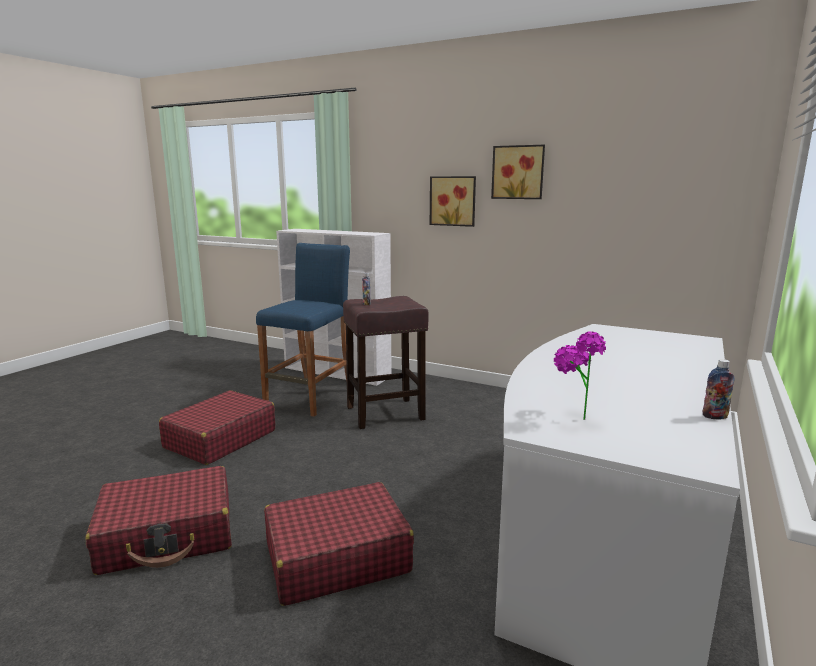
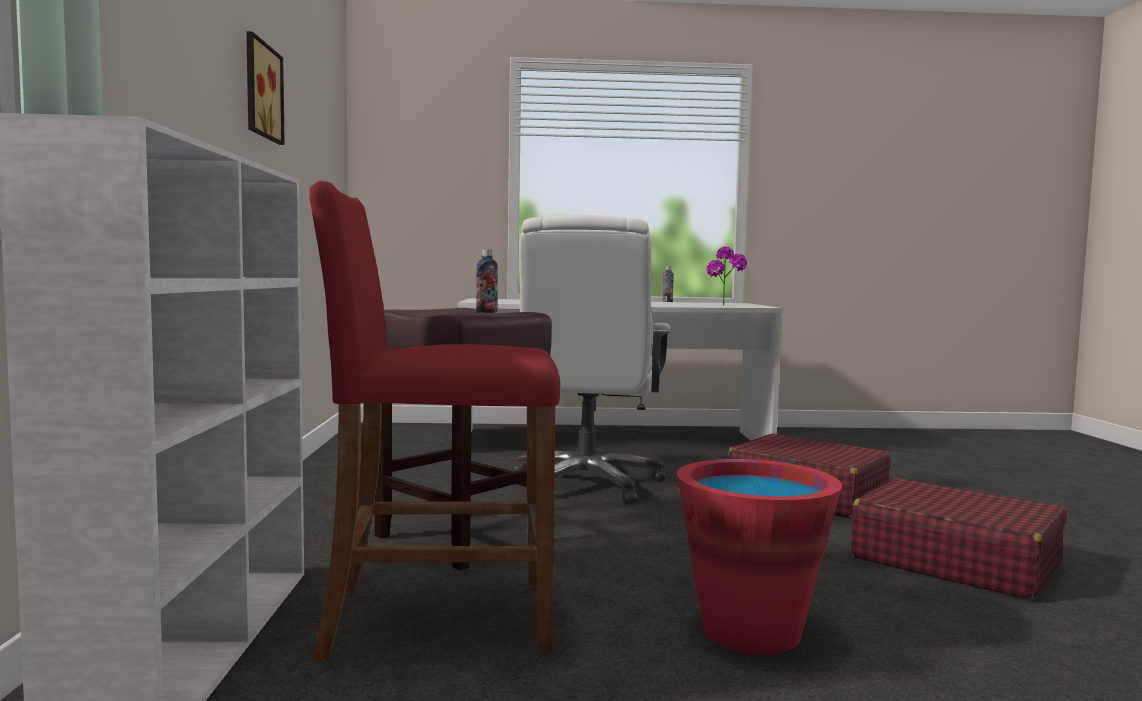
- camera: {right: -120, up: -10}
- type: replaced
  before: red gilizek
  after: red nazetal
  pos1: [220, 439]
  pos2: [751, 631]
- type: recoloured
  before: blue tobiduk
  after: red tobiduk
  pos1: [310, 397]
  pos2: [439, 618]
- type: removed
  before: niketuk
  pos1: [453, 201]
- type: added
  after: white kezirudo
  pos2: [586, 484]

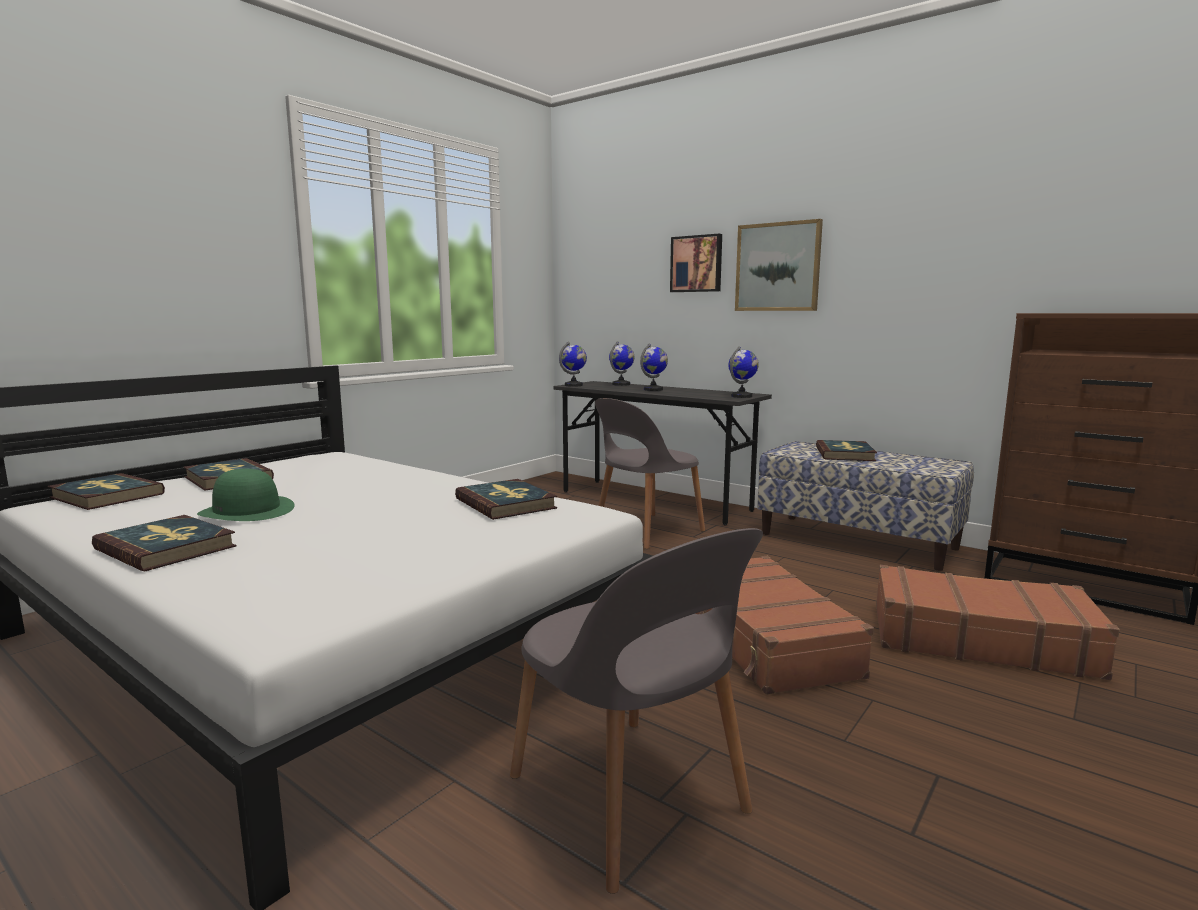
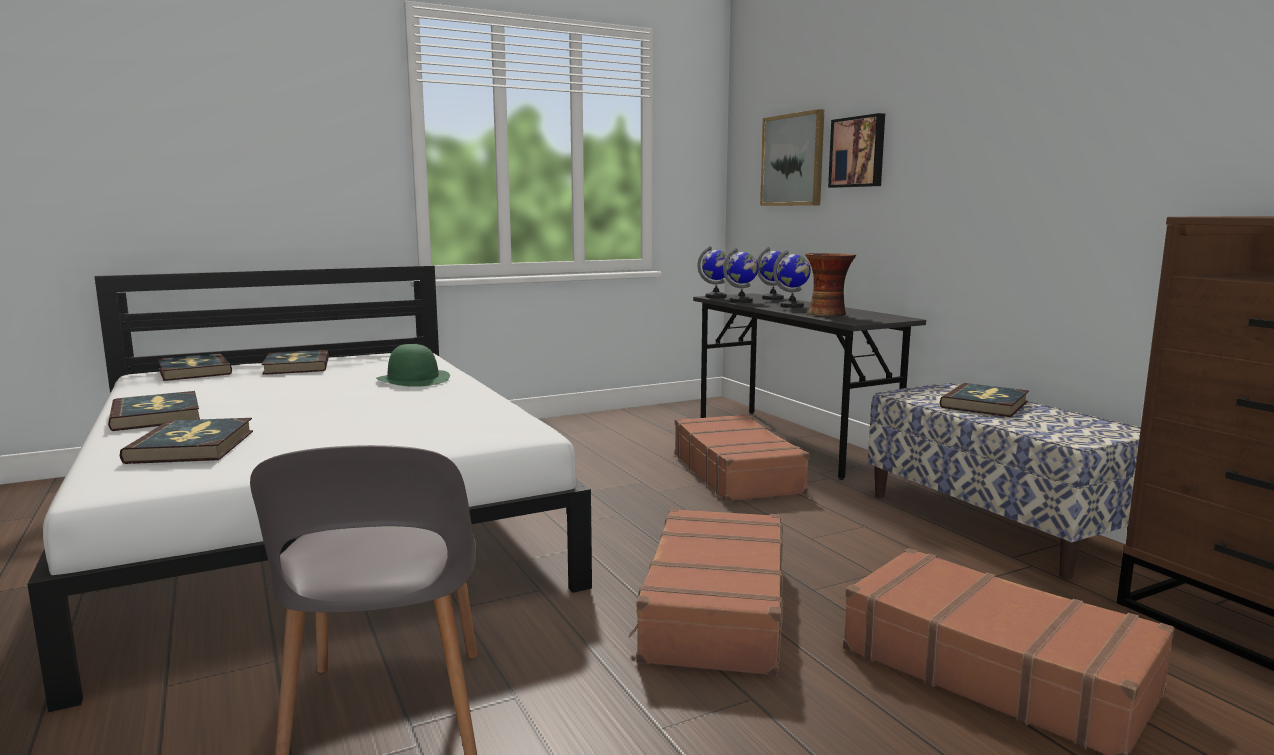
- camera: {right: 25, up: 0}
- type: moved
  before: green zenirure
  pos1: [247, 510]
  pos2: [413, 379]
- type: moved
  before: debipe
  pos1: [506, 503]
  pos2: [193, 446]
- type: replaced
  before: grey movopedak
  after: brown gilizek
  pos1: [646, 531]
  pos2: [737, 473]
- type: moved
  before: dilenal
  pos1: [741, 396]
  pos2: [741, 301]
- type: moved
  before: niketuk
  pos1: [778, 267]
  pos2: [793, 160]
- type: added
  after: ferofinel
  pos2: [827, 314]

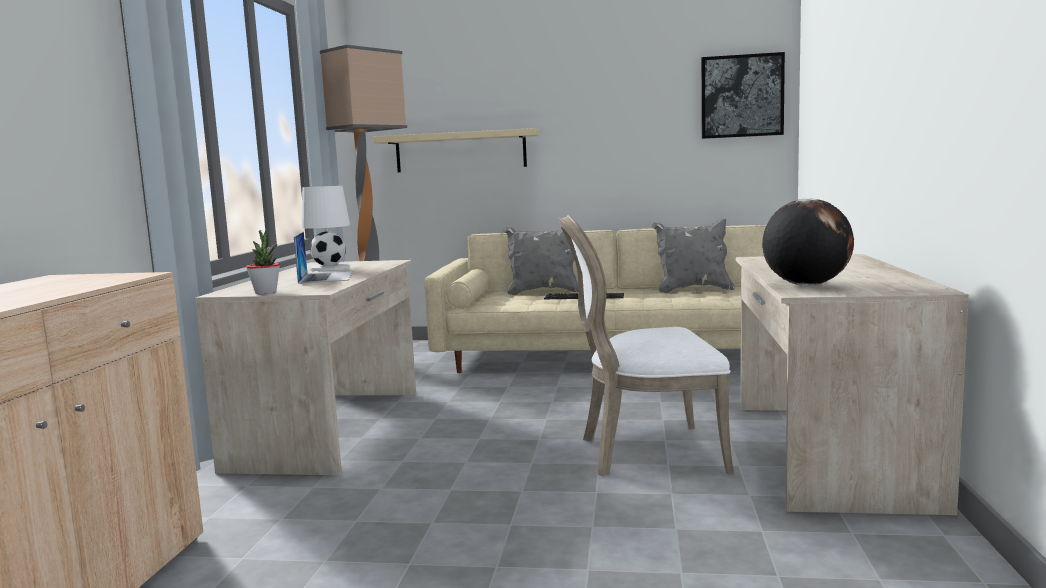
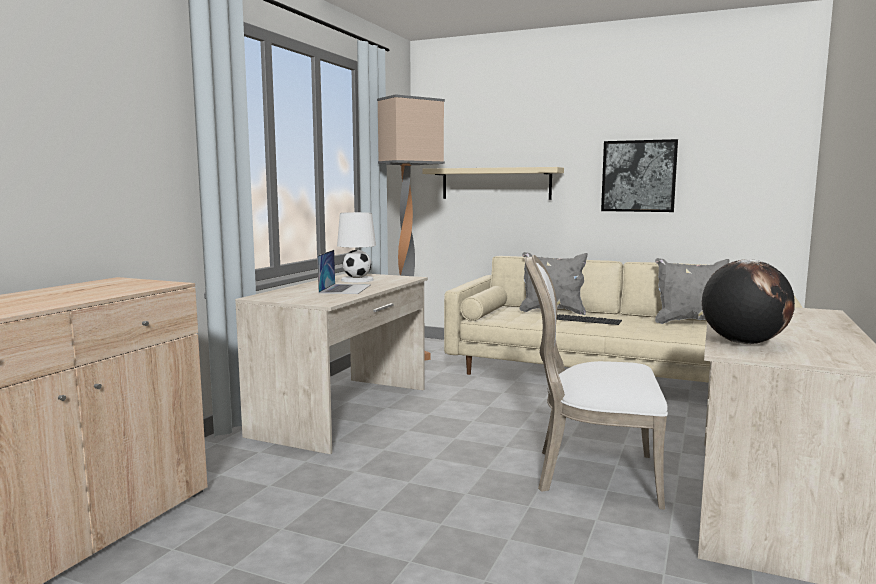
- camera: {right: 15, up: 0}
- type: removed
  before: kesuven
  pos1: [266, 292]
- type: moved
  before: niketuk
  pos1: [741, 96]
  pos2: [638, 176]

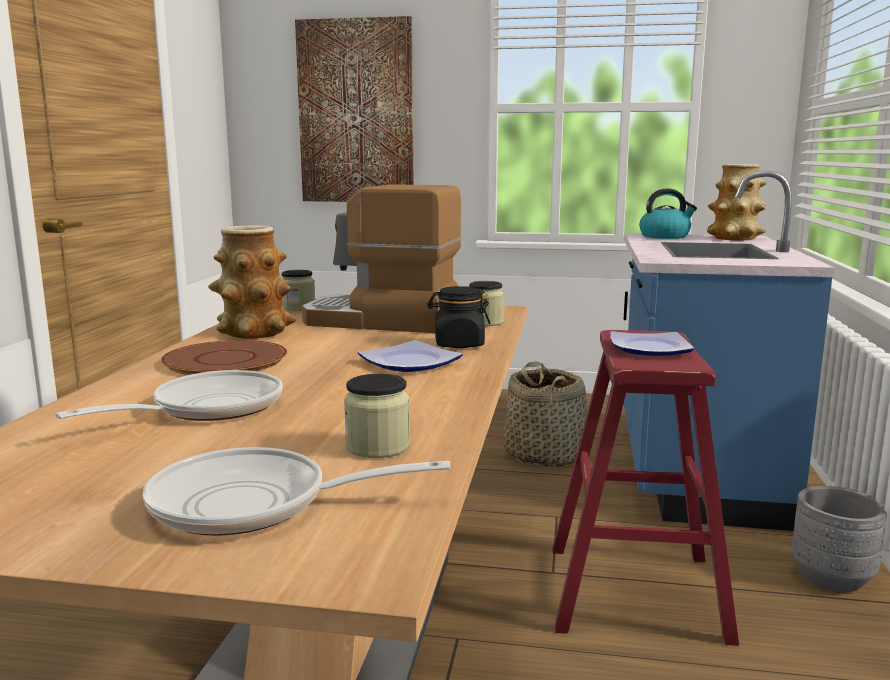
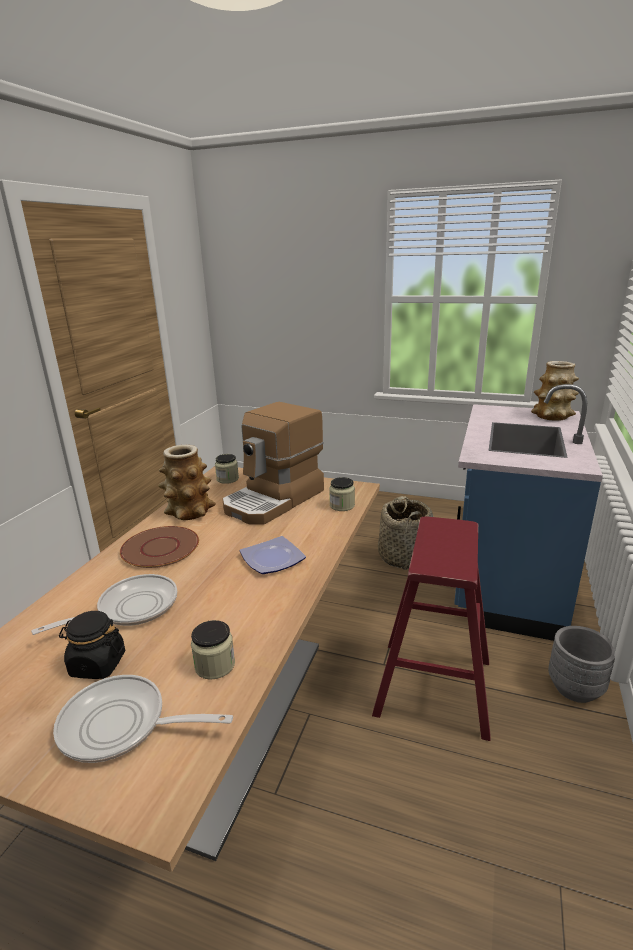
- camera: {right: 10, up: 10}
- type: removed
  before: niketuk
  pos1: [356, 112]
- type: turned
  before: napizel
  pos1: [382, 321]
  pos2: [274, 500]
  turn: -75
- type: moved
  before: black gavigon
  pos1: [458, 344]
  pos2: [97, 664]
- type: removed
  before: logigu
  pos1: [648, 349]
- type: removed
  before: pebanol
  pos1: [665, 236]

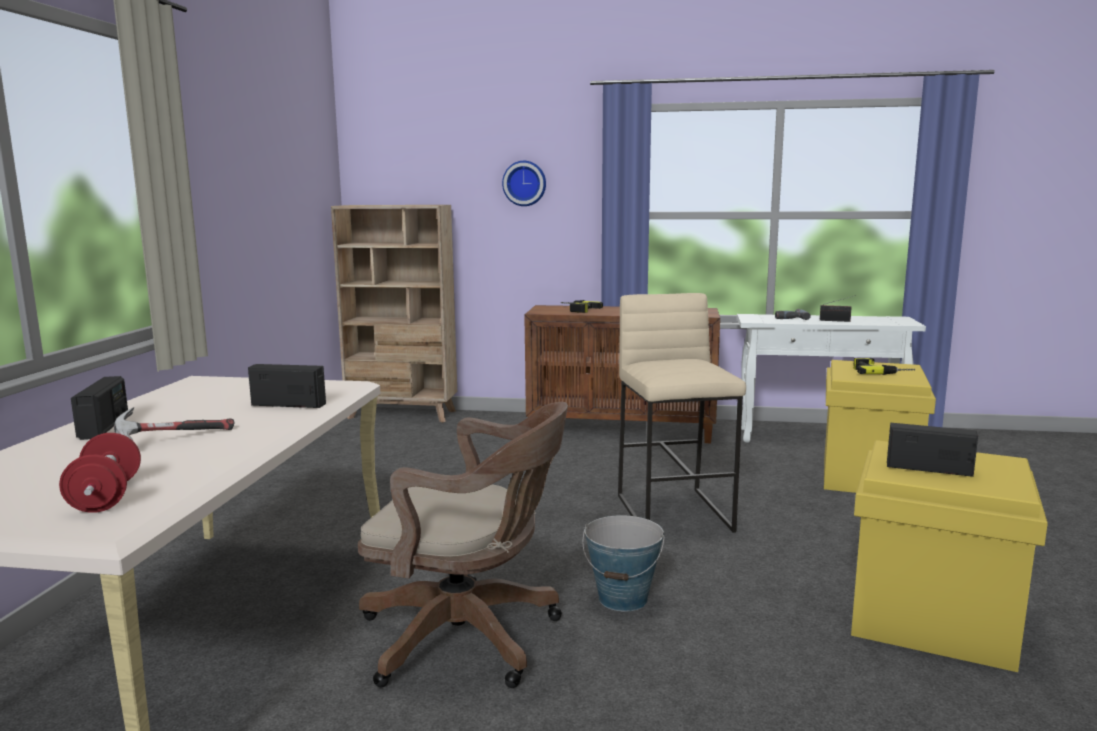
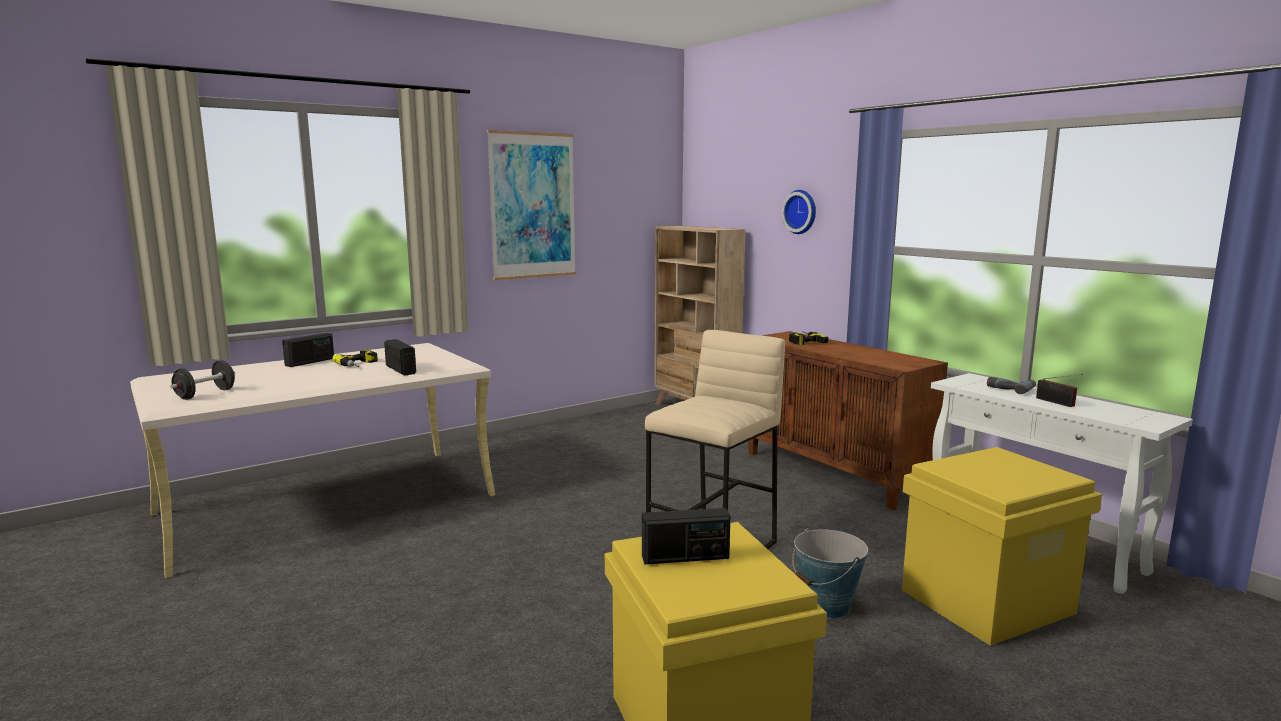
- camera: {right: 45, up: 0}
- type: recoloured
  before: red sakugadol
  after: black sakugadol
  pos1: [106, 497]
  pos2: [205, 394]
- type: removed
  before: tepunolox
  pos1: [173, 440]
- type: removed
  before: brown kezirudo
  pos1: [470, 638]
- type: moved
  before: nazetal
  pos1: [623, 599]
  pos2: [827, 606]
- type: moved
  before: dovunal
  pos1: [880, 371]
  pos2: [360, 365]
- type: turned
  before: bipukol
  pos1: [928, 469]
  pos2: [685, 557]
  turn: 105
- type: added
  after: niketuk
  pos2: [532, 206]

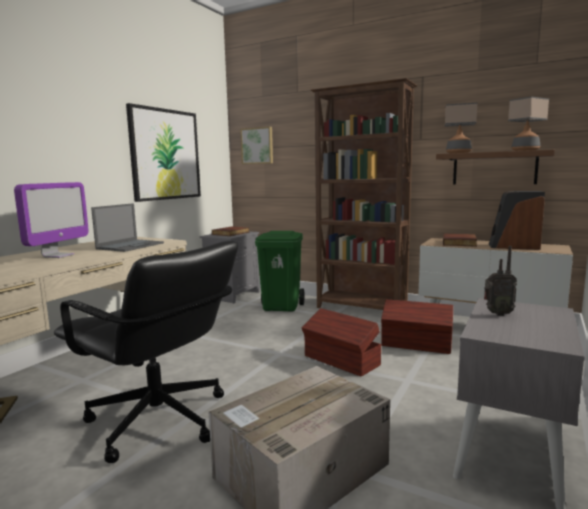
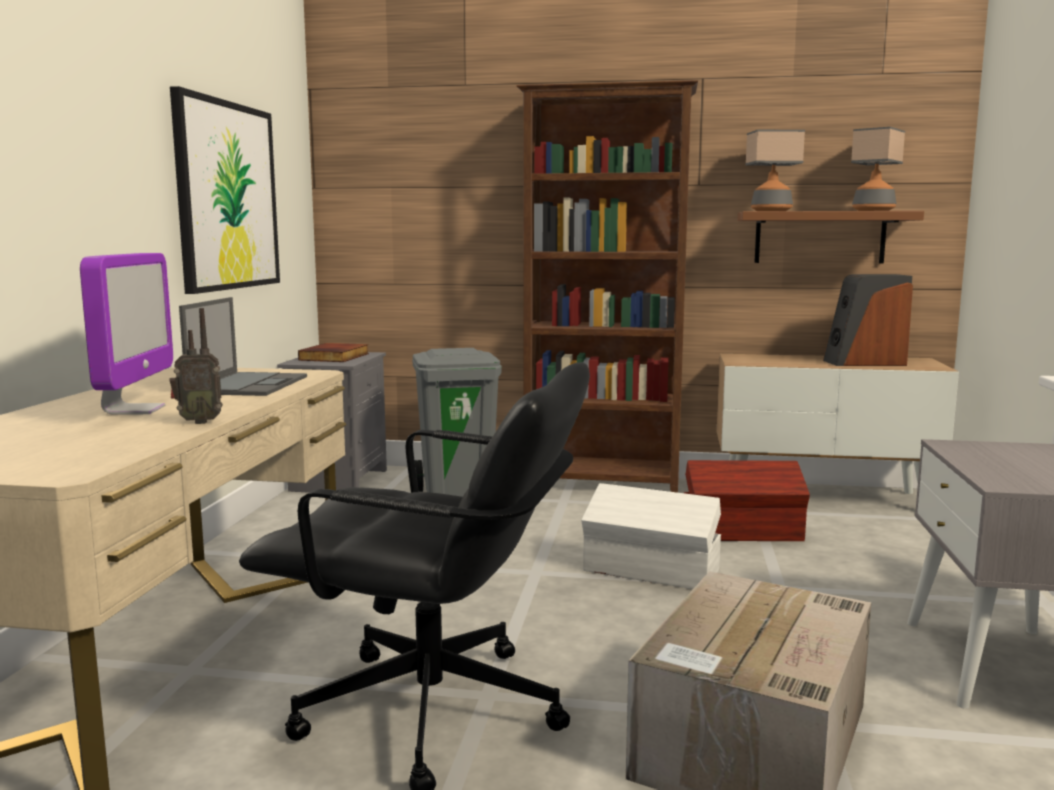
- camera: {right: -20, up: 0}
- type: removed
  before: niketuk
  pos1: [257, 146]
- type: recoloured
  before: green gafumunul
  after: grey gafumunul
  pos1: [282, 307]
  pos2: [458, 494]
- type: recoloured
  before: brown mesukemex
  after: white mesukemex
  pos1: [341, 361]
  pos2: [651, 571]
- type: removed
  before: debipe
  pos1: [460, 242]
- type: moved
  before: bipukol
  pos1: [497, 314]
  pos2: [199, 422]

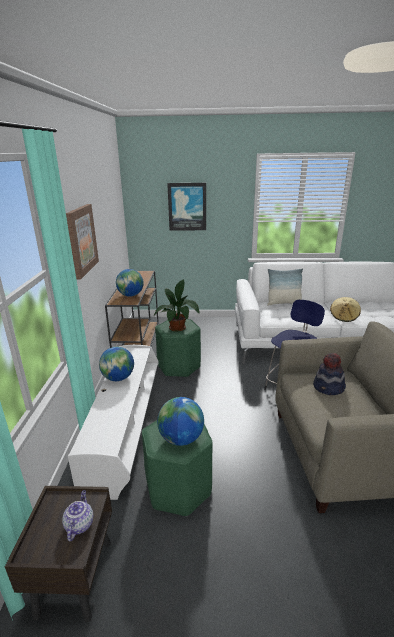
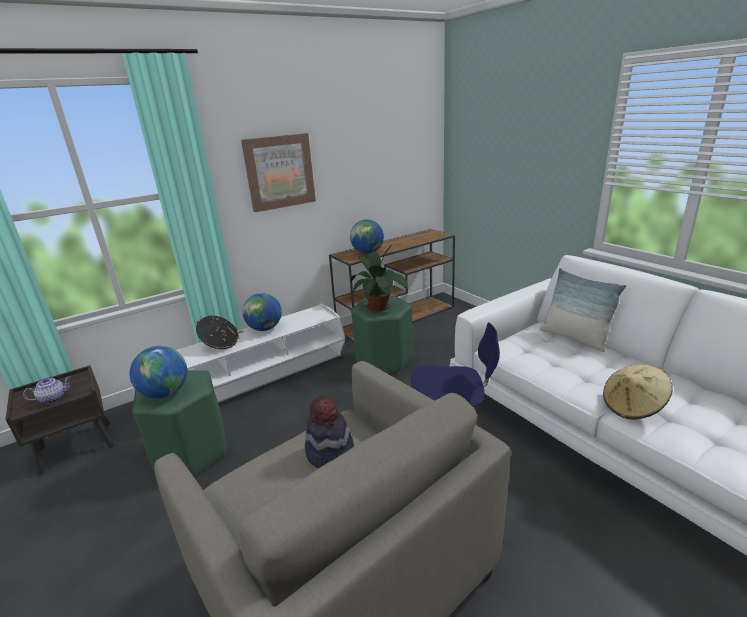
- camera: {right: 55, up: 0}
- type: removed
  before: niketuk
  pos1: [187, 207]
- type: added
  after: black zenirure
  pos2: [220, 343]

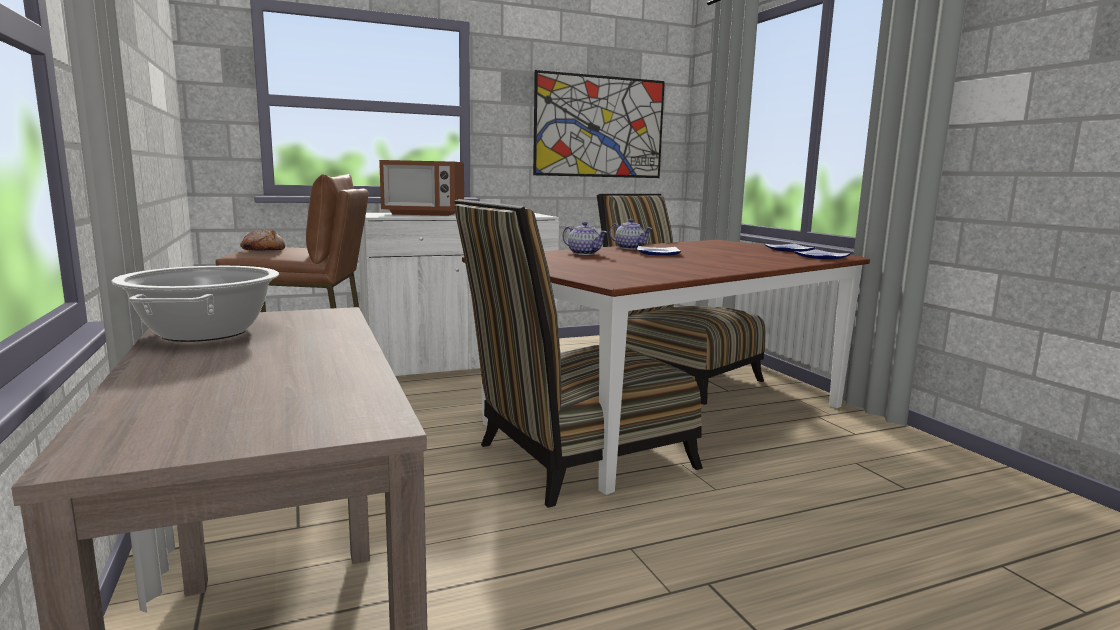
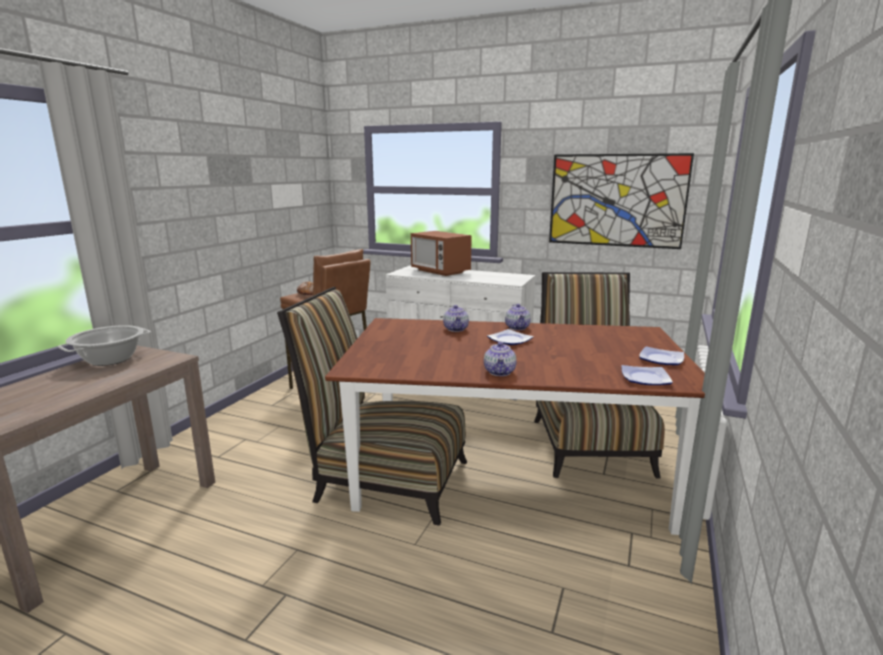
- camera: {right: 45, up: 5}
- type: added
  after: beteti
  pos2: [500, 372]

